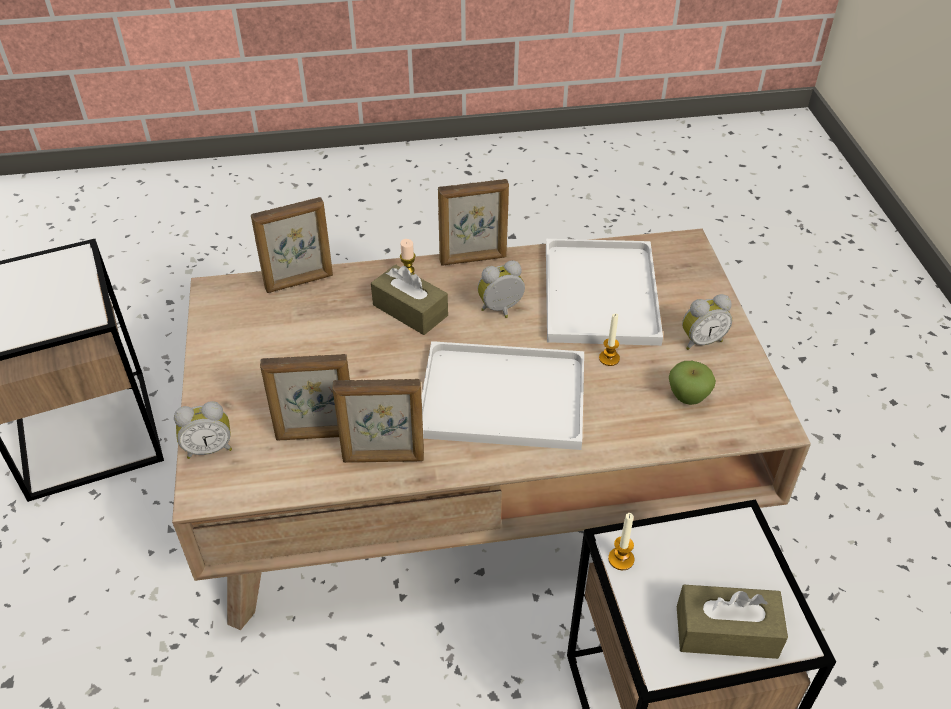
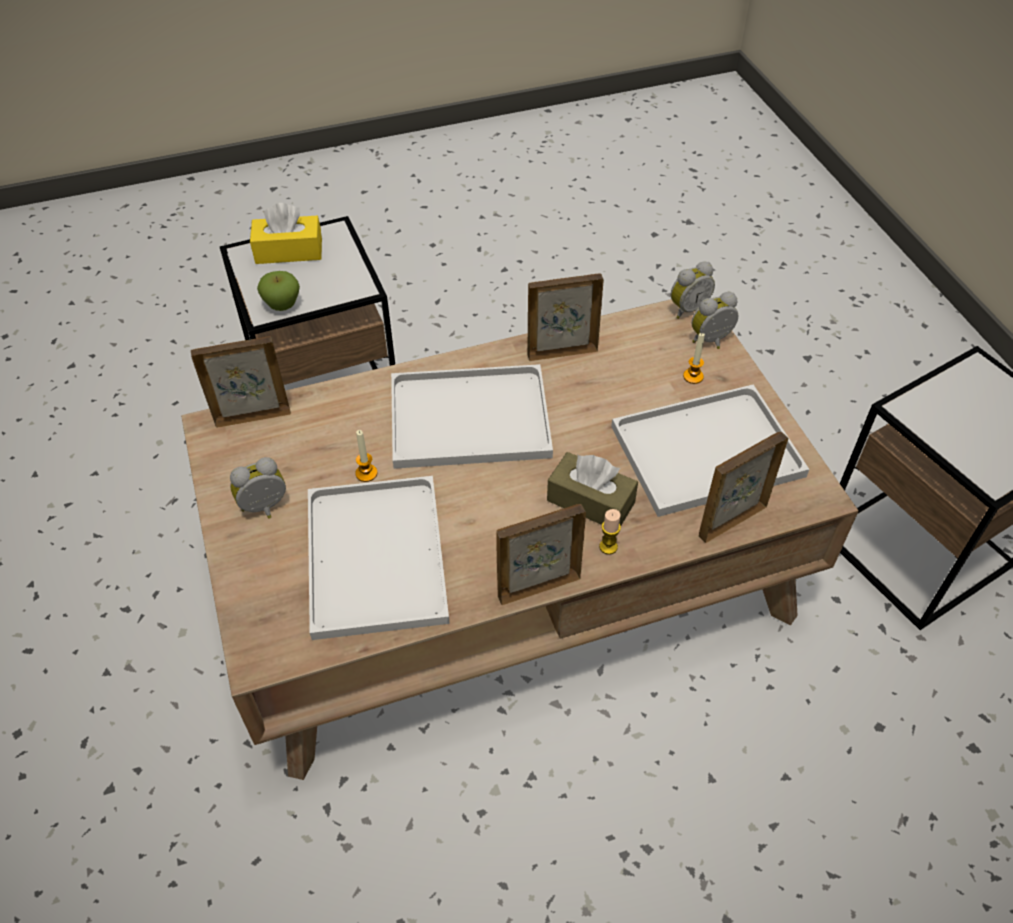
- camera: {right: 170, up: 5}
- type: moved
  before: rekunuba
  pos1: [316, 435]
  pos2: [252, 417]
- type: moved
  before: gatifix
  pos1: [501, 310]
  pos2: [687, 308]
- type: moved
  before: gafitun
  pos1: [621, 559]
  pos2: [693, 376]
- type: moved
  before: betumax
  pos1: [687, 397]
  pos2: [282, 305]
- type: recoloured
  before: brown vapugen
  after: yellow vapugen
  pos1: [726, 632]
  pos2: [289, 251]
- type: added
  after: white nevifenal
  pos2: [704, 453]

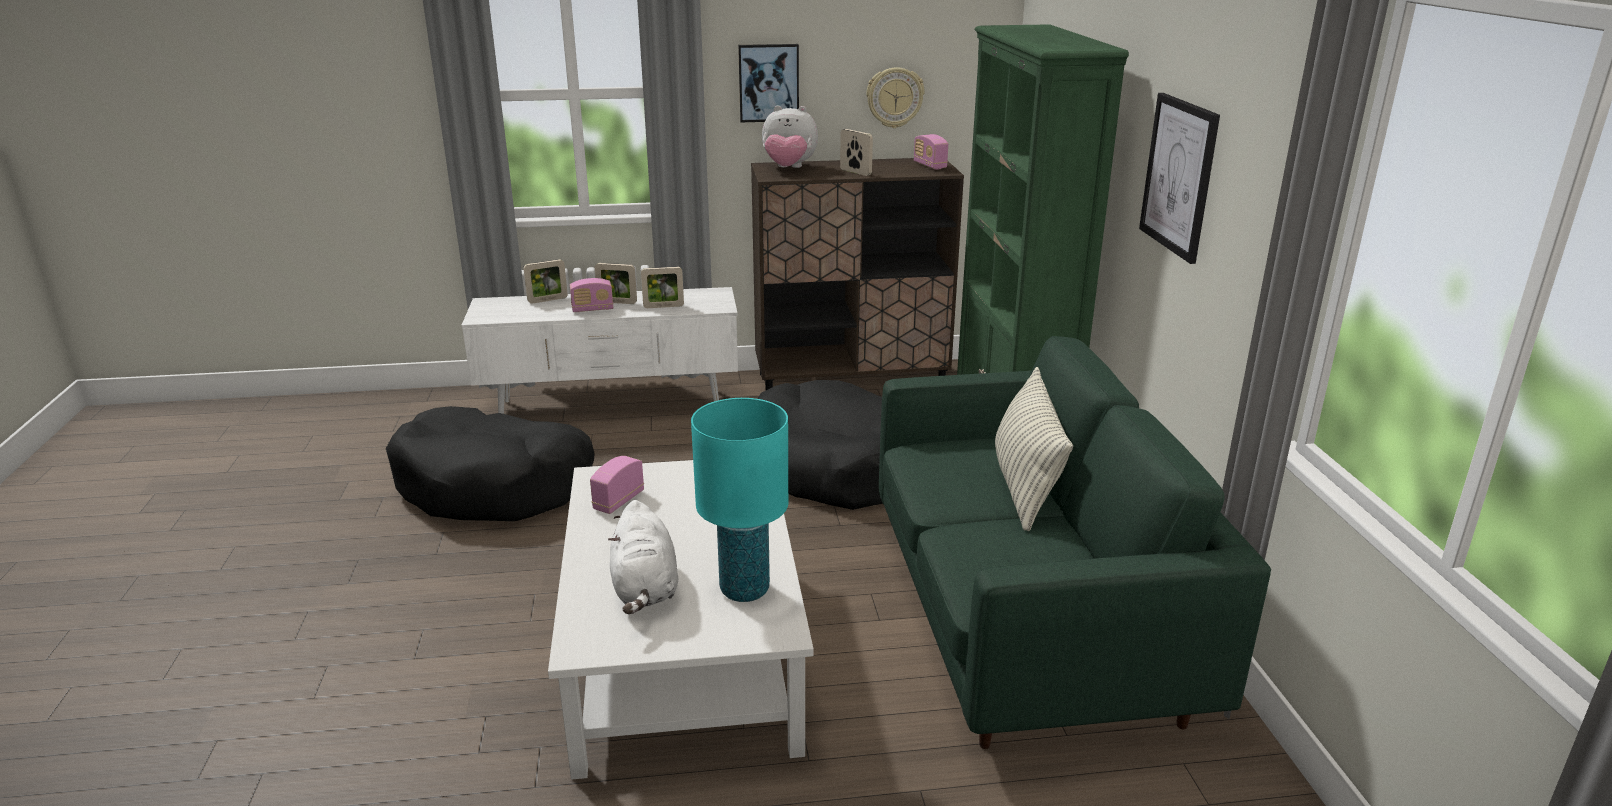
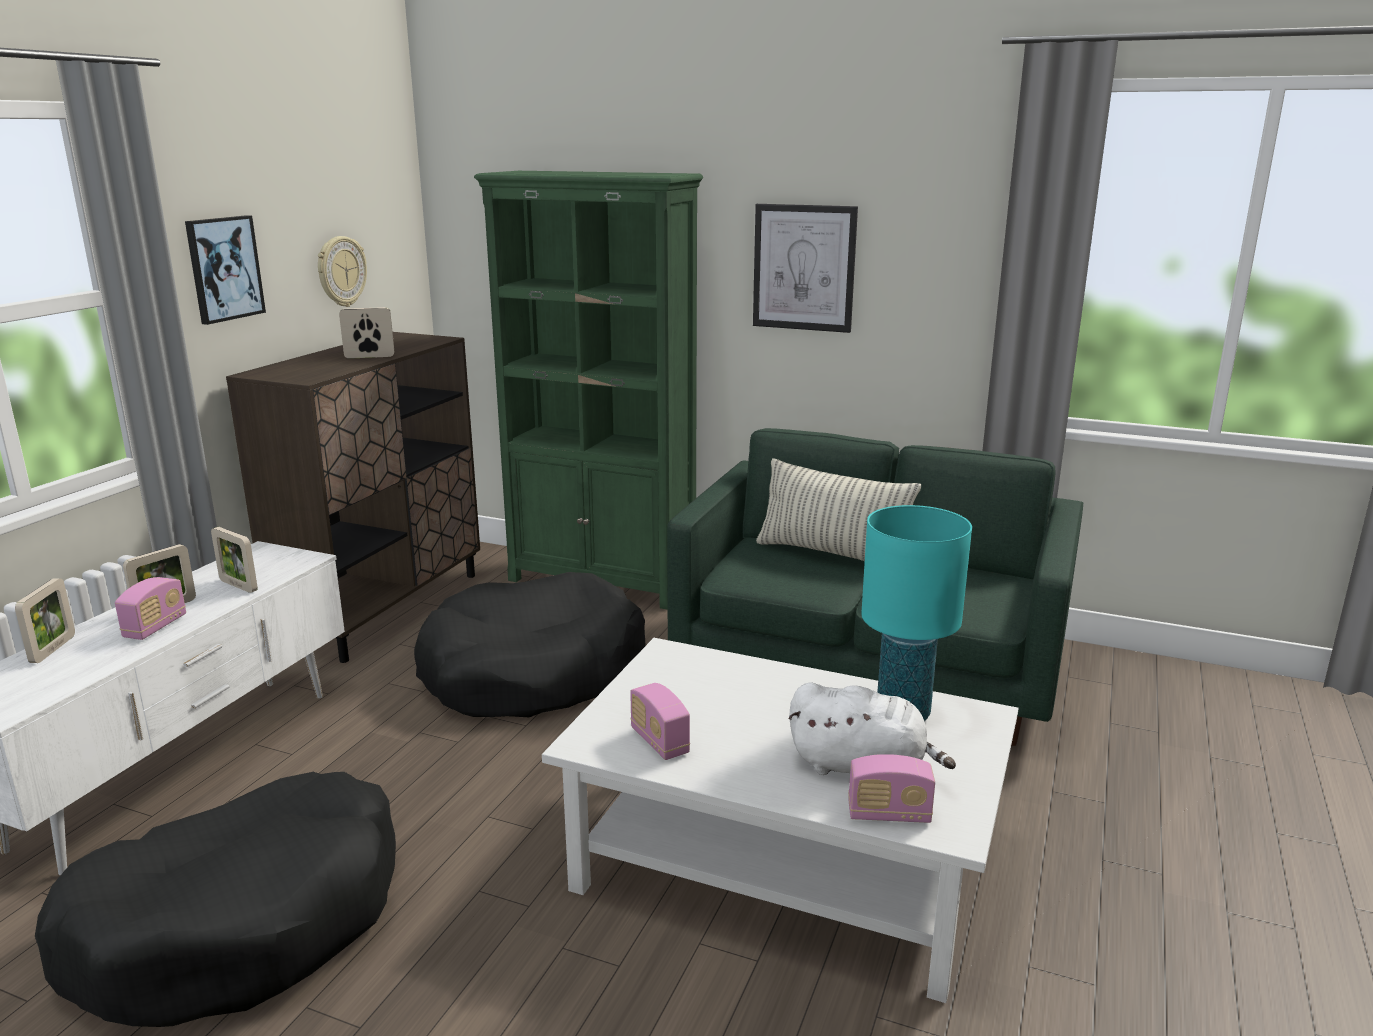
- camera: {right: -60, up: -5}
- type: turned
  before: rekunuba
  pos1: [663, 306]
  pos2: [238, 586]
  turn: 105
- type: removed
  before: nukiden
  pos1: [788, 168]
- type: moved
  before: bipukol
  pos1: [929, 165]
  pos2: [888, 814]

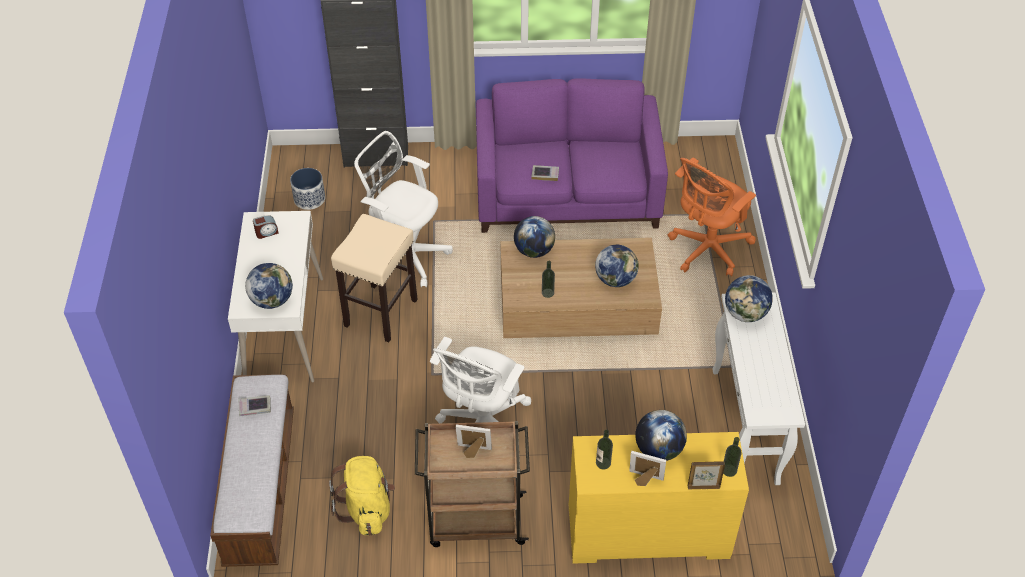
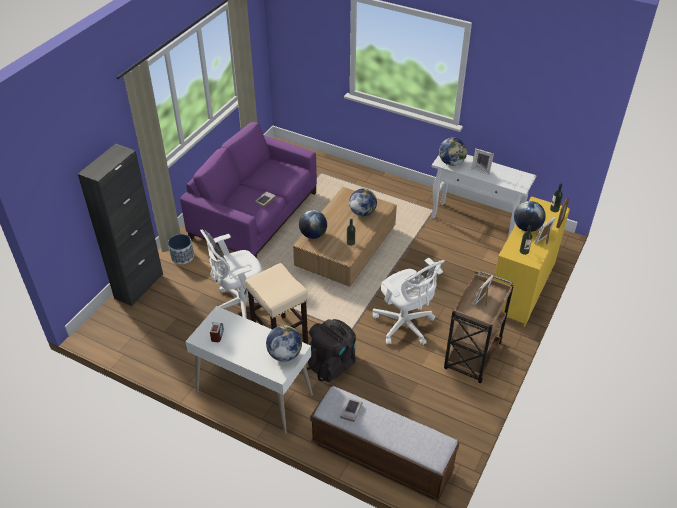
- camera: {right: -60, up: -5}
- type: moved
  before: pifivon
  pos1: [309, 199]
  pos2: [182, 256]
- type: removed
  before: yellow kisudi
  pos1: [367, 509]
- type: removed
  before: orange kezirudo
  pos1: [706, 250]
- type: added
  after: black kisudi
  pos2: [332, 364]
- type: added
  after: rekunuba
  pos2: [481, 170]

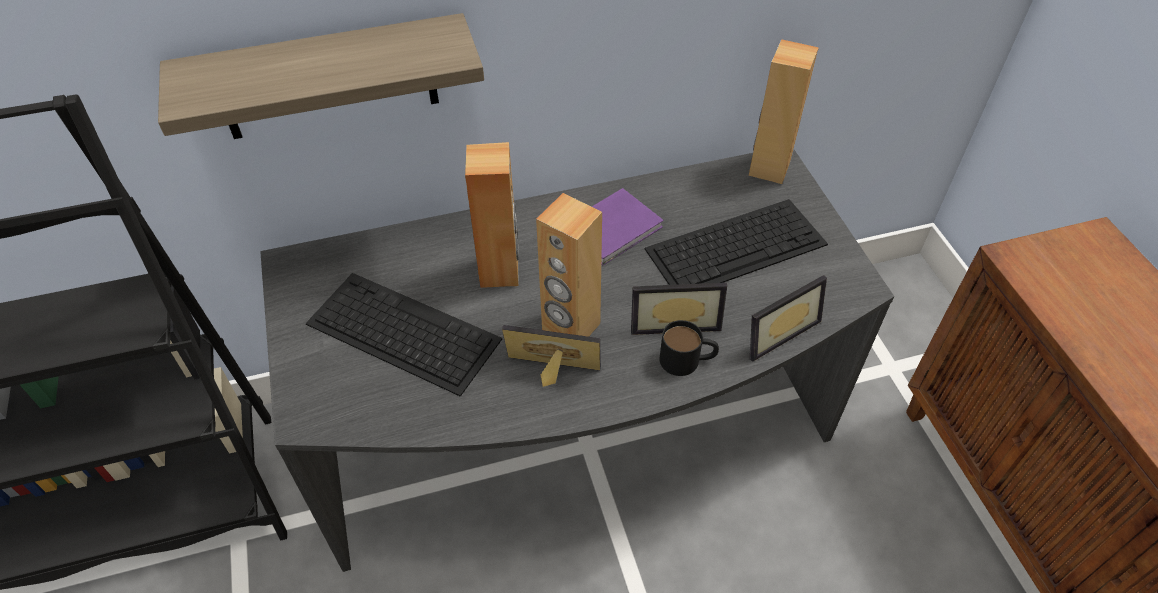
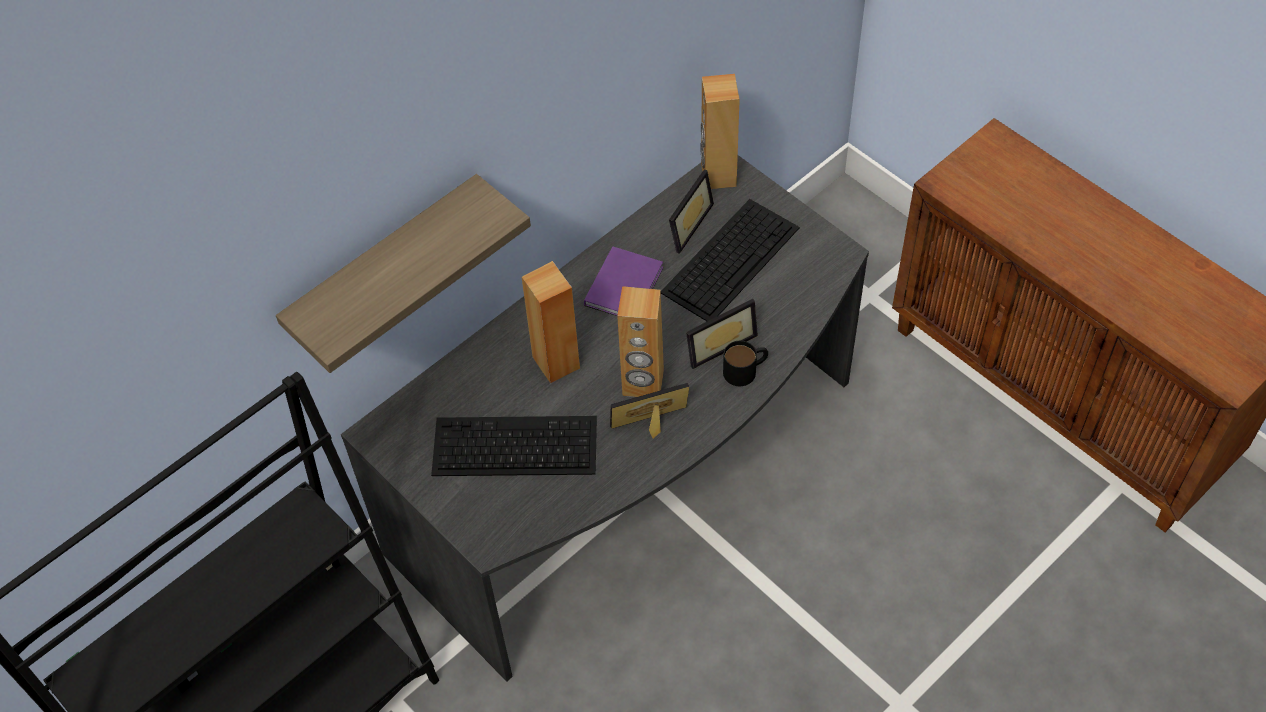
- camera: {right: -25, up: 5}
- type: moved
  before: rekunuba
  pos1: [775, 330]
  pos2: [684, 223]

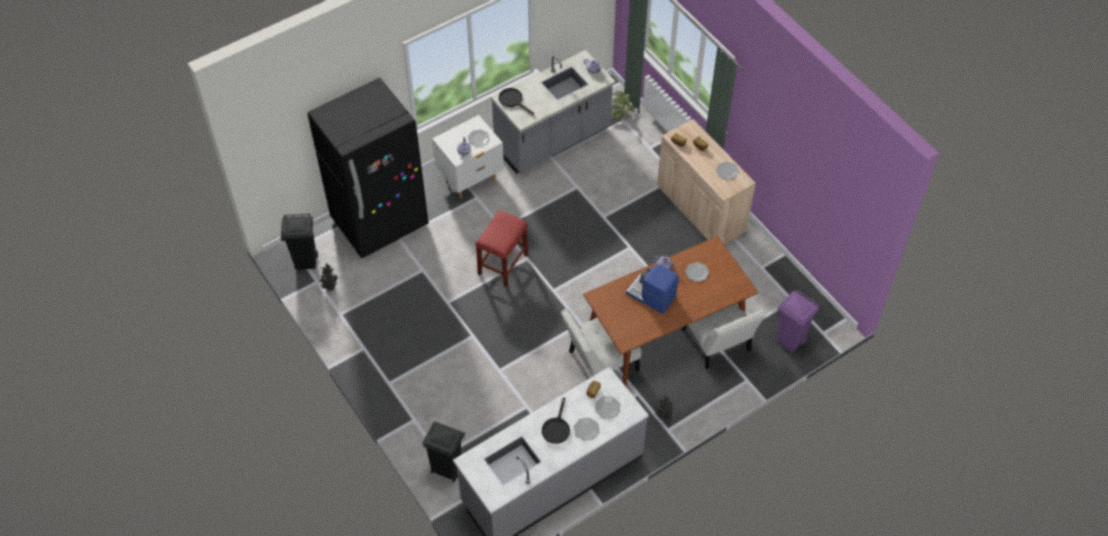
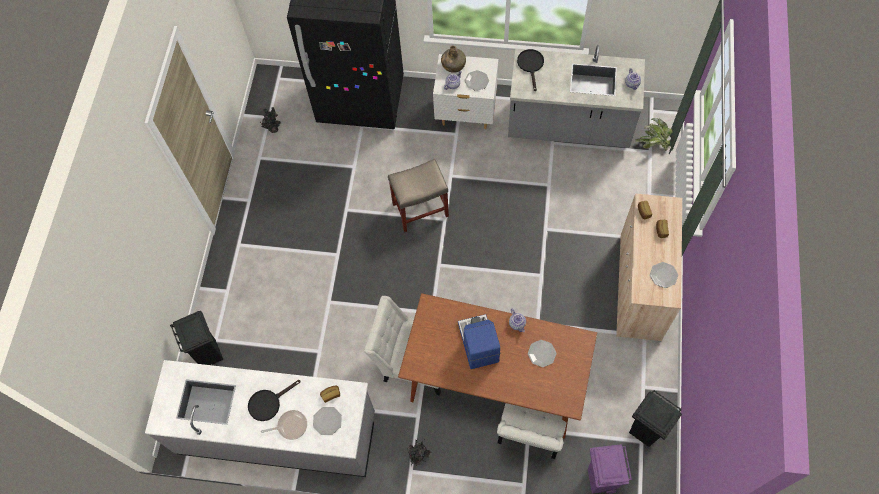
- camera: {right: 45, up: 10}
- type: moved
  before: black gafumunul
  pos1: [306, 261]
  pos2: [645, 431]
- type: recoloured
  before: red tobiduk
  after: beige tobiduk
  pos1: [503, 264]
  pos2: [421, 209]
- type: replaced
  before: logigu
  after: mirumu
  pos1: [586, 429]
  pos2: [290, 426]
- type: added
  after: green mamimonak
  pos2: [453, 65]

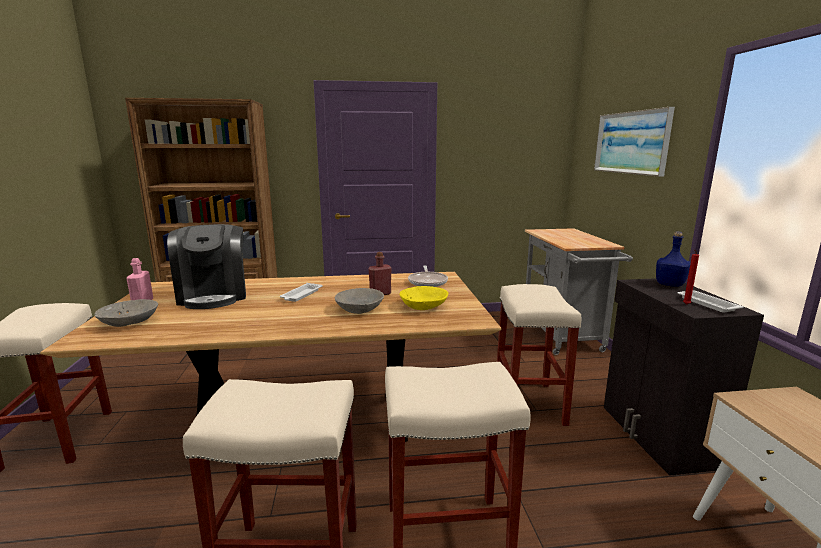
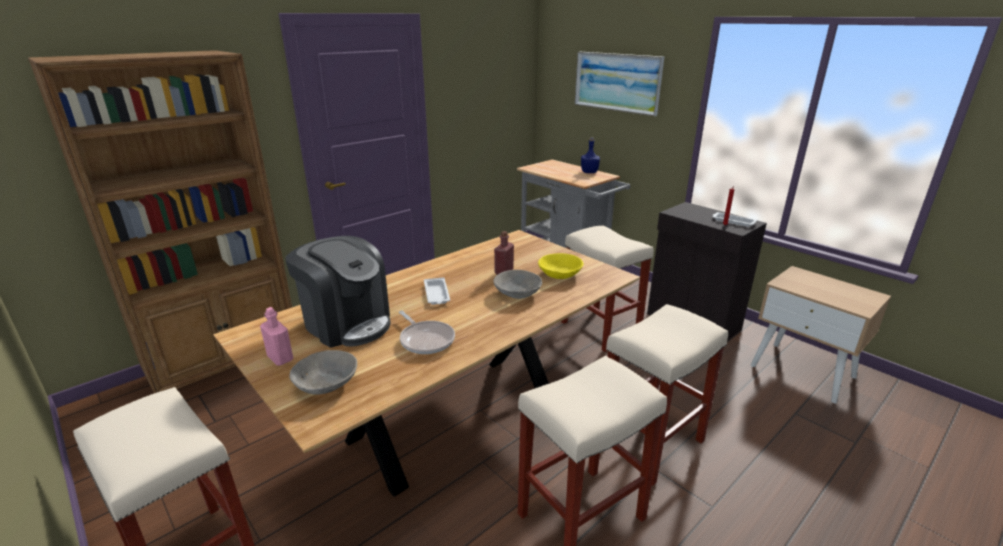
- camera: {right: -35, up: 10}
- type: moved
  before: mirumu
  pos1: [427, 282]
  pos2: [426, 340]
- type: moved
  before: blue mamimonak
  pos1: [669, 284]
  pos2: [589, 172]

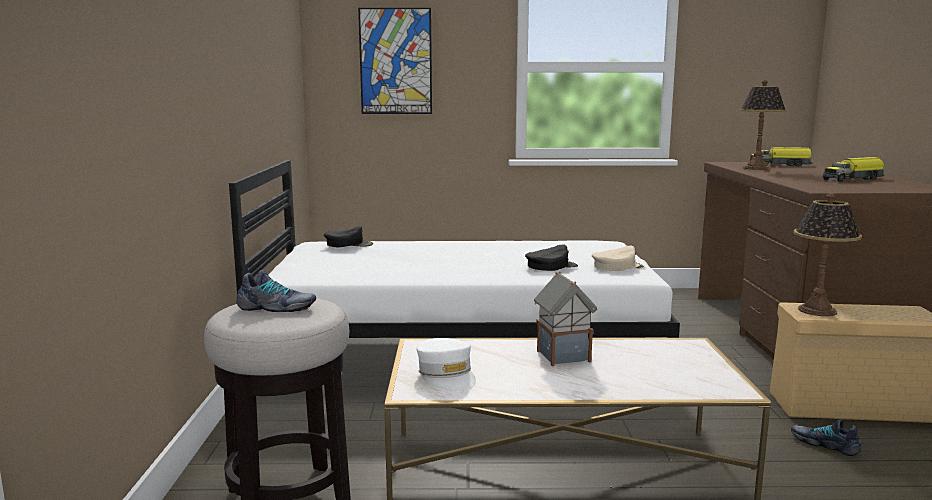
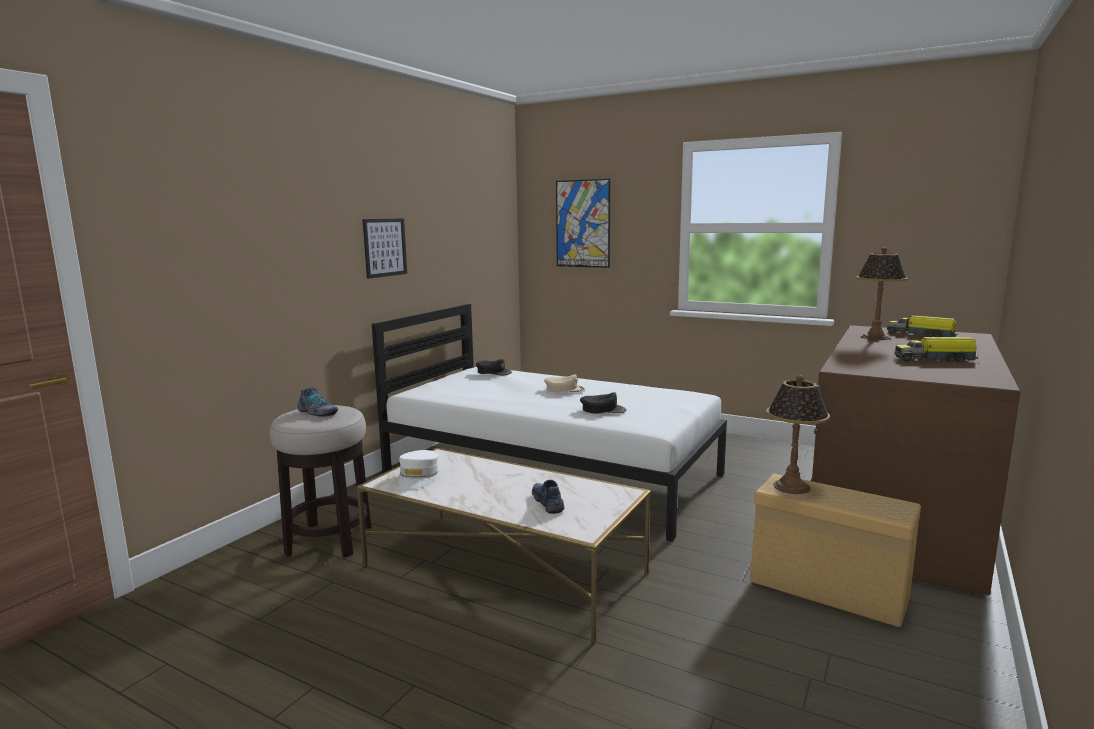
- camera: {right: 30, up: 0}
- type: removed
  before: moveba
  pos1: [562, 356]
- type: moved
  before: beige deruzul
  pos1: [618, 266]
  pos2: [565, 389]
- type: moved
  before: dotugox
  pos1: [825, 444]
  pos2: [548, 502]
- type: added
  after: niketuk
  pos2: [385, 247]

